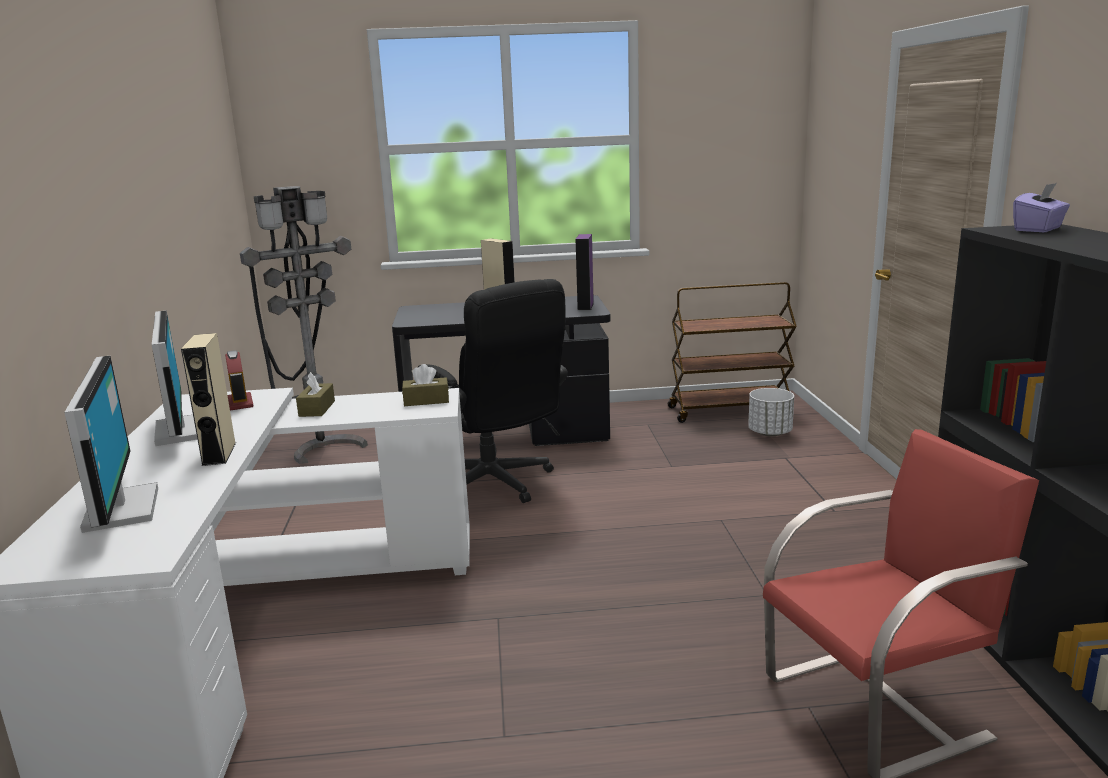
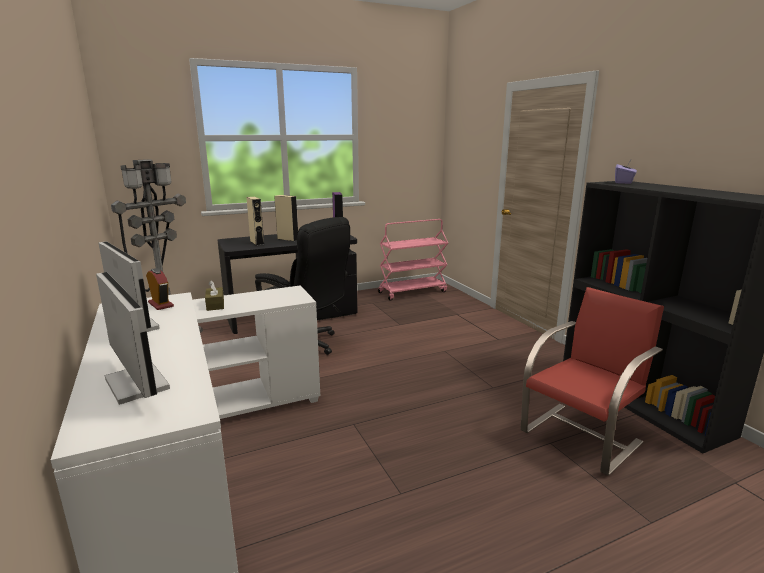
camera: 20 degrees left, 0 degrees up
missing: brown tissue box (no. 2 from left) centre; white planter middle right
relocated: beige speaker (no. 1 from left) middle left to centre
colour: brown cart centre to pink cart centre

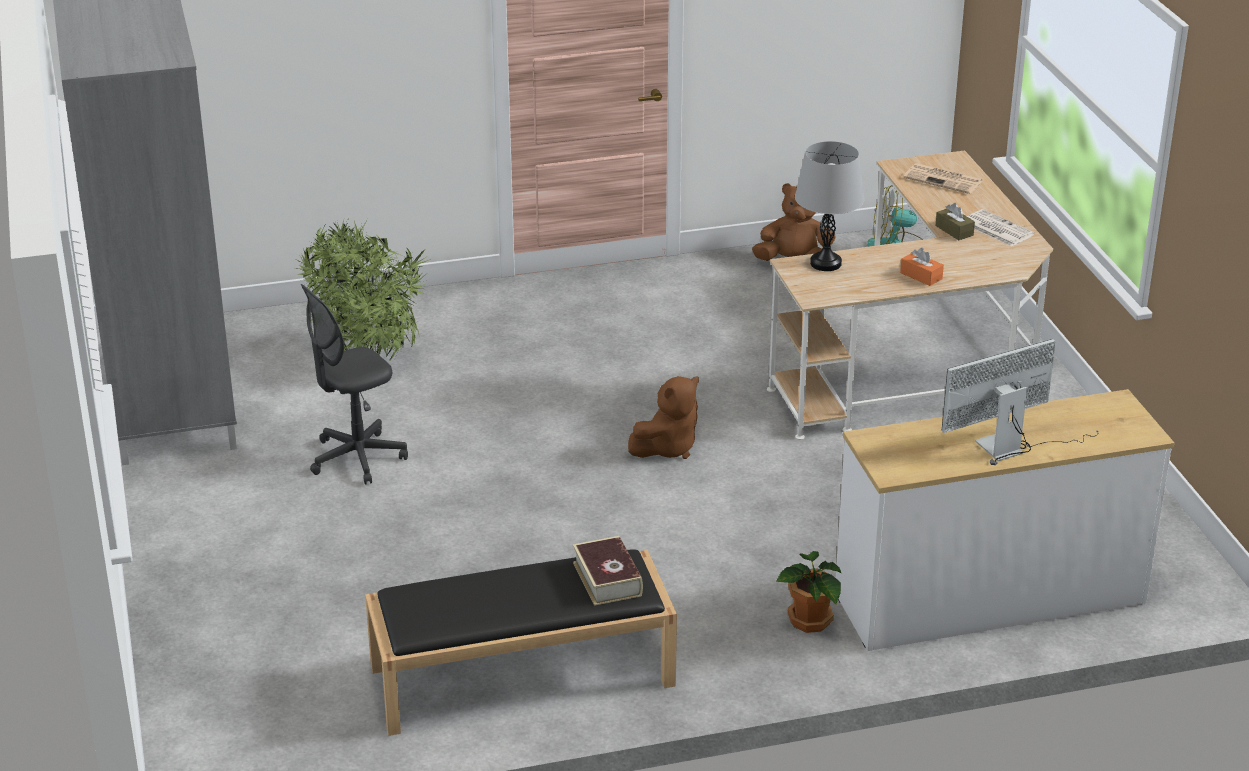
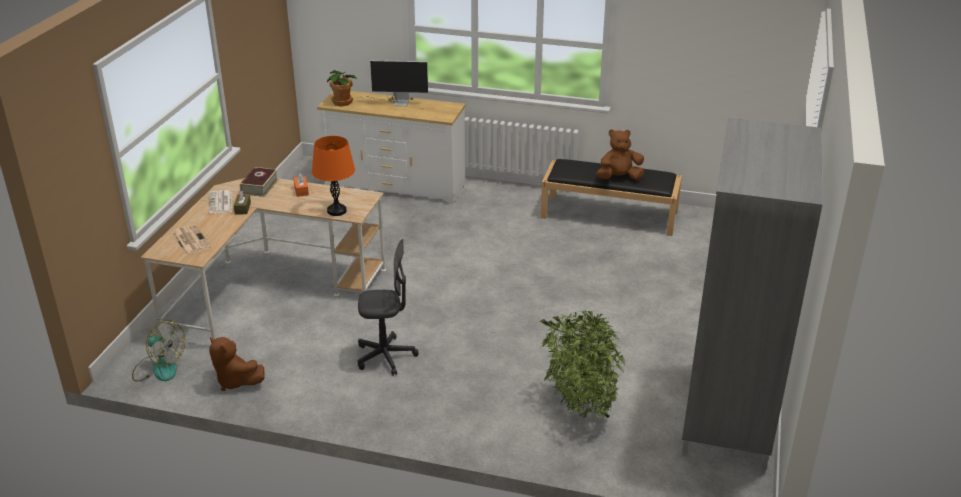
camera: 150 degrees left, 0 degrees up
relocated: grey office chair middle left to centre; brown plush toy (no. 1 from left in the first image) centre to brown plush toy (no. 2 from left) top centre; book bottom centre to middle left; potted plant (no. 2 from left in the first image) bottom centre to potted plant (no. 1 from left) top centre
colour: grey table lamp top centre to orange table lamp centre

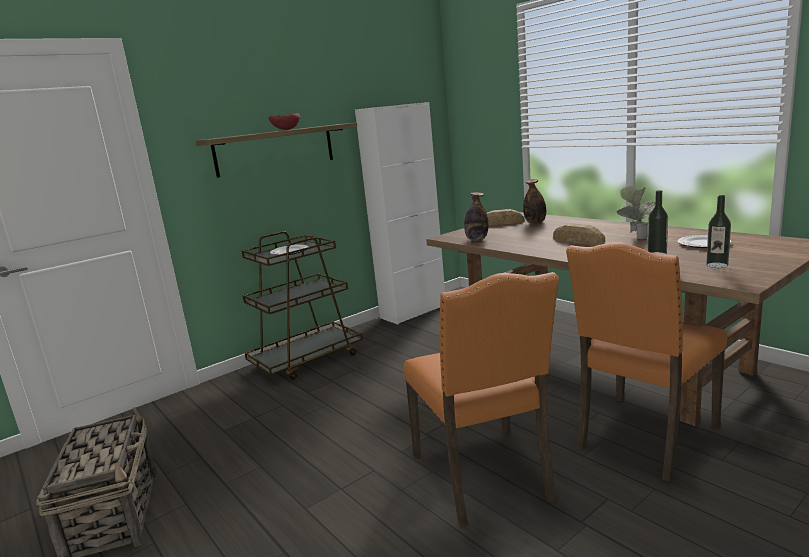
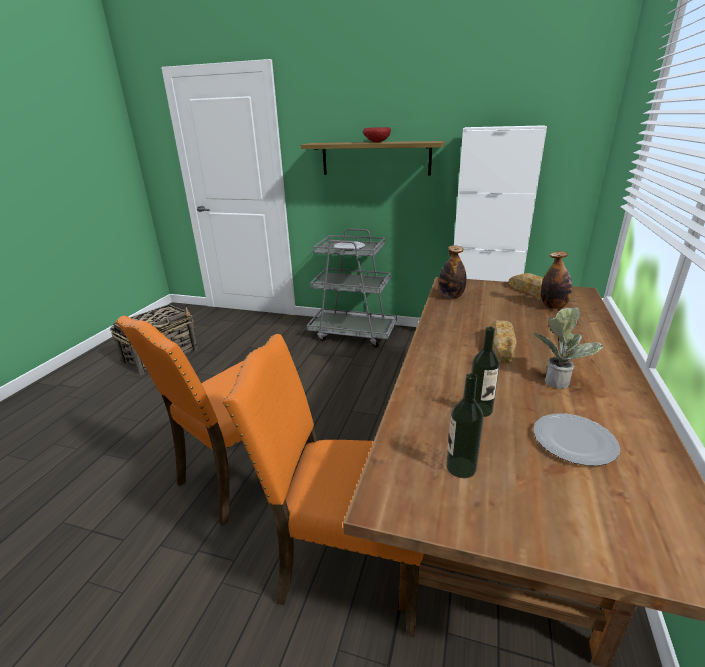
camera: 55 degrees right, 10 degrees up
colour: brown cart centre to grey cart centre

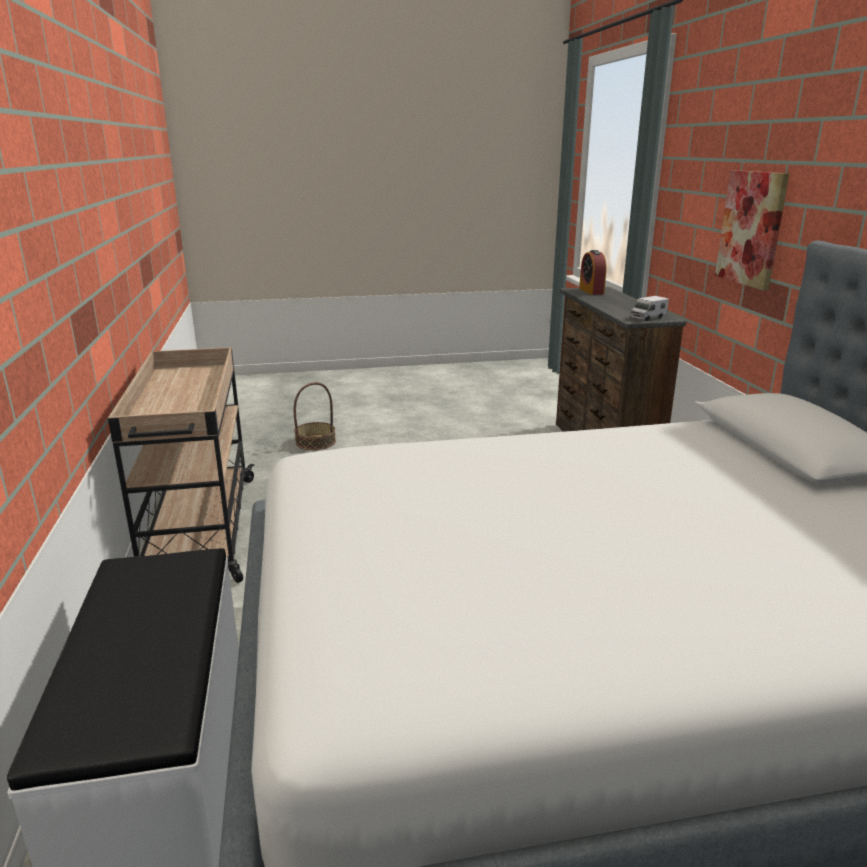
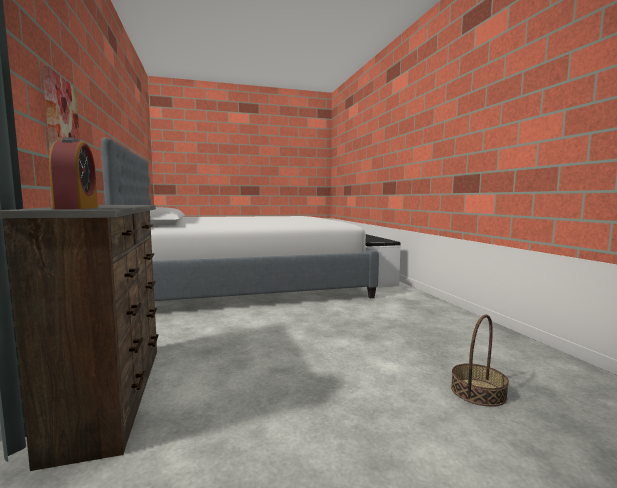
camera: 175 degrees right, 15 degrees down
missing: toy truck middle right; beige cart middle left

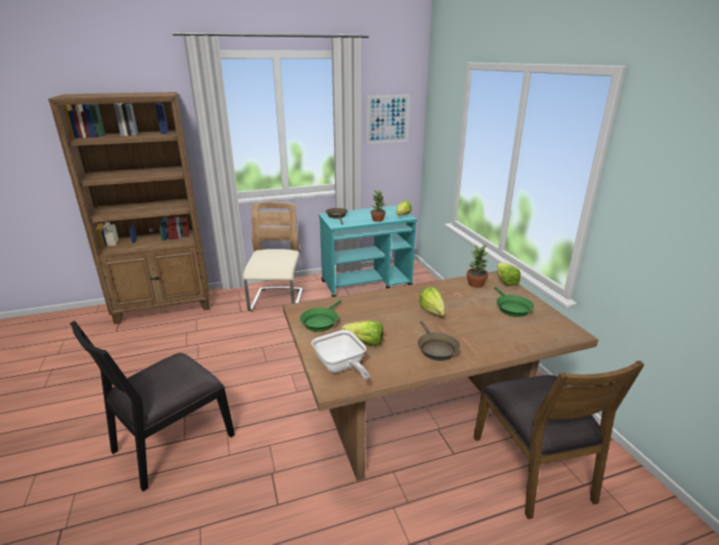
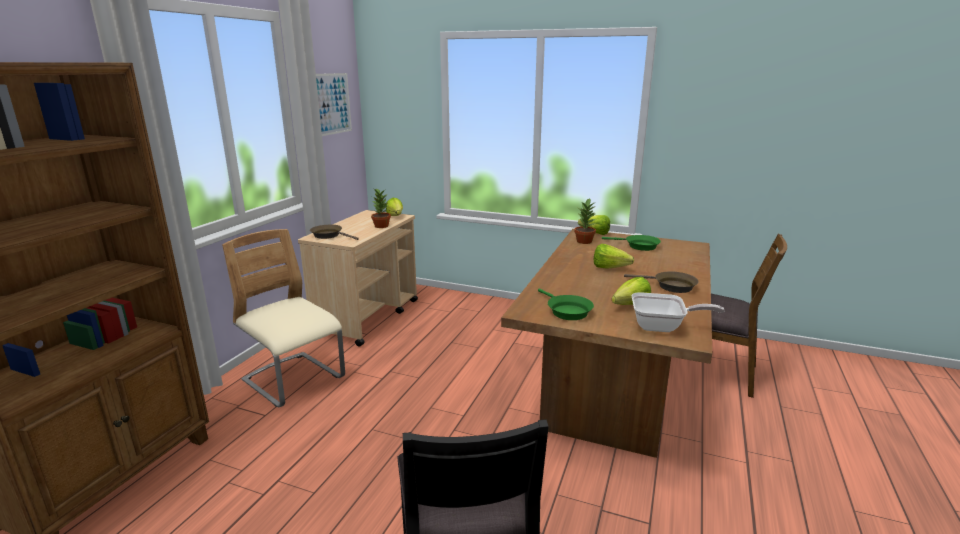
camera: 50 degrees left, 5 degrees down
colour: turquoise cart centre to beige cart centre

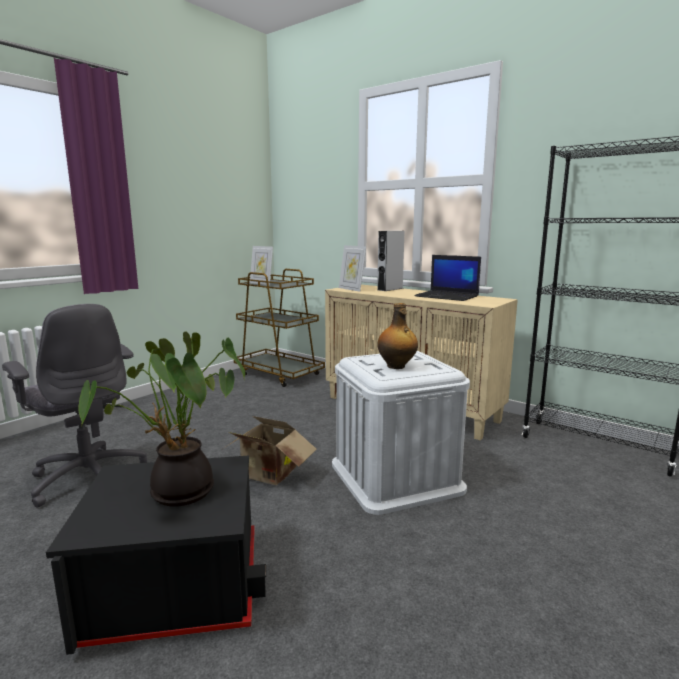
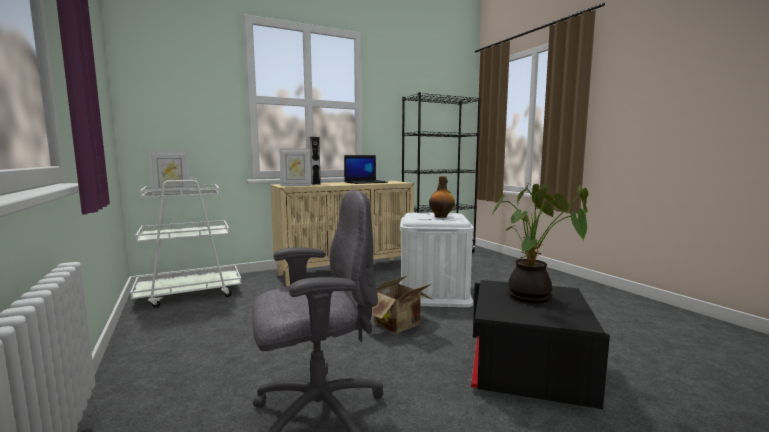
camera: 65 degrees left, 5 degrees down
colour: brown cart centre to white cart middle left

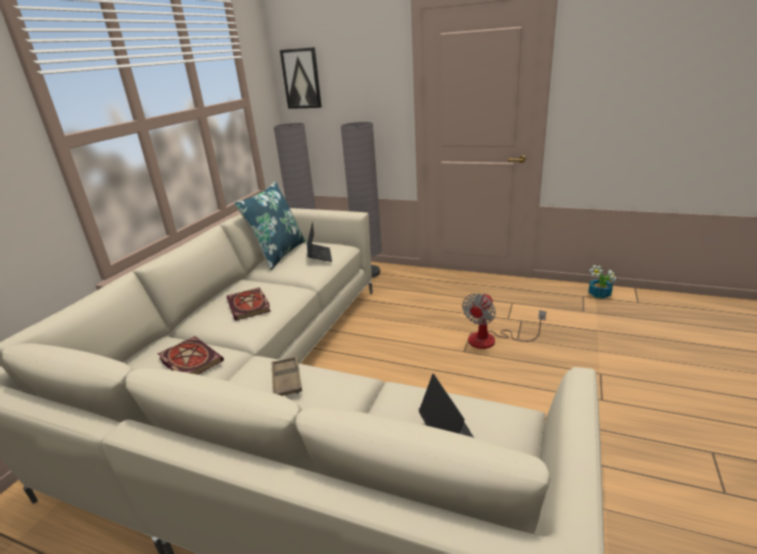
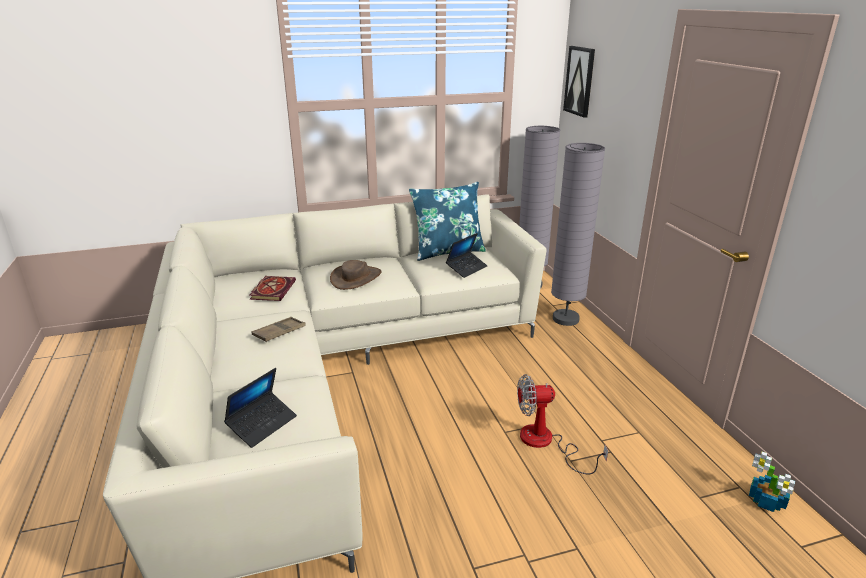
camera: 50 degrees right, 0 degrees up
exchanged: book (no. 2 from left) middle left to brown hat centre

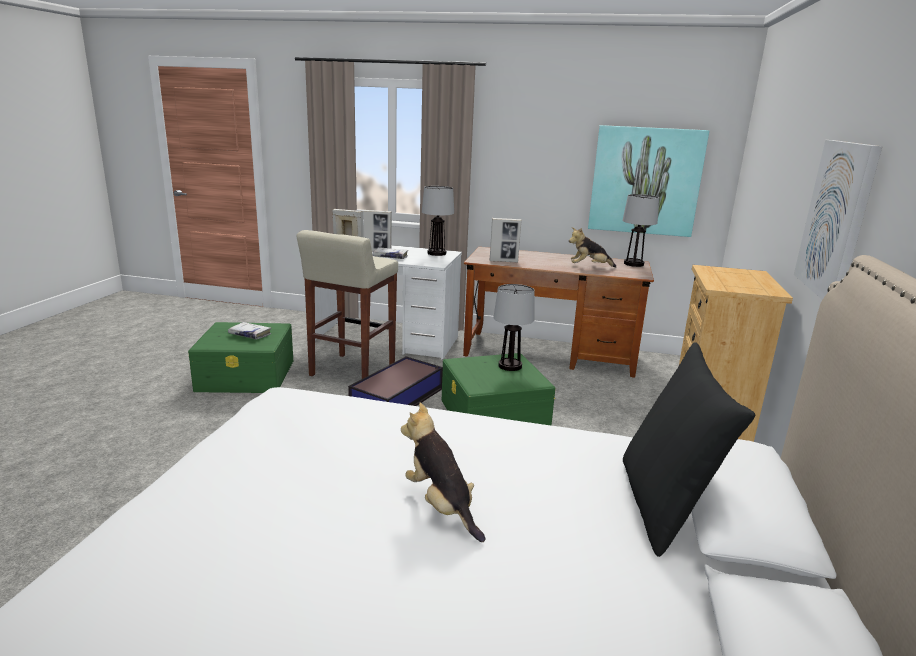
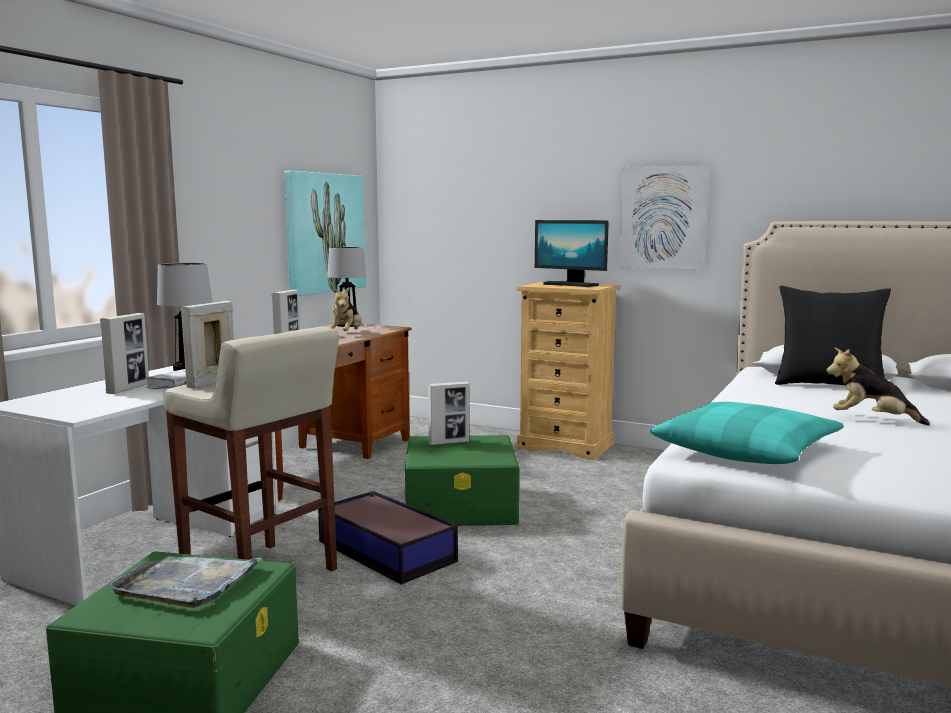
camera: 75 degrees left, 10 degrees down
appeared: monitor centre; turquoise pillow middle right
exchanged: table lamp (no. 2 from left) centre to picture frame (no. 4 from left) centre; white book (no. 1 from left) middle left to grey tray bottom left
spun: plush toy (no. 1 from left in the first image) bottom centre = middle right 45 degrees clockwise

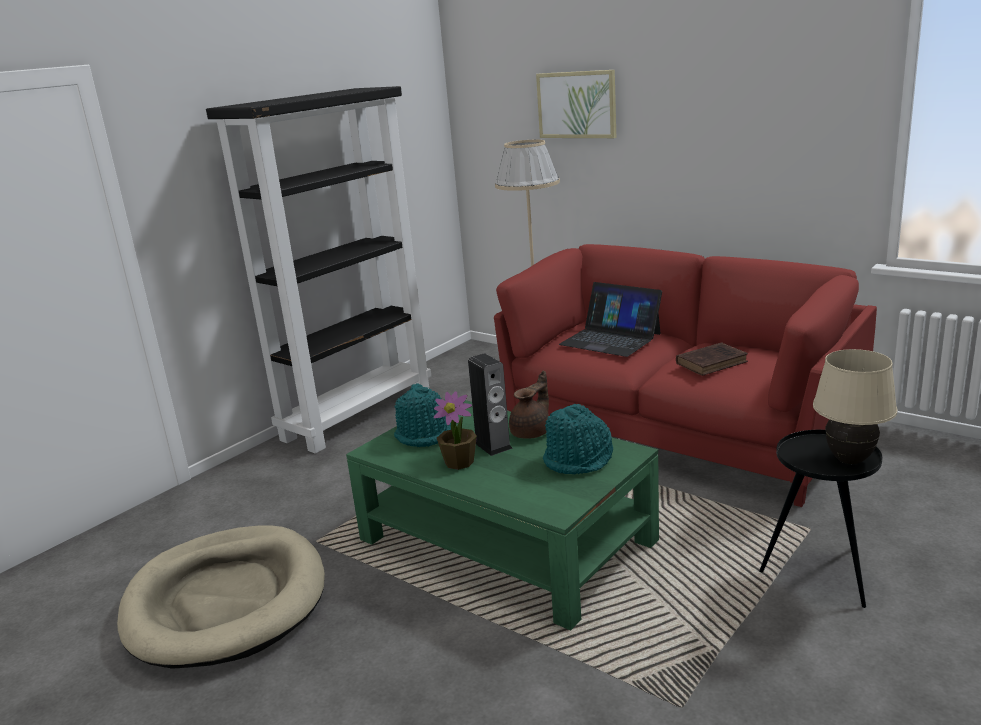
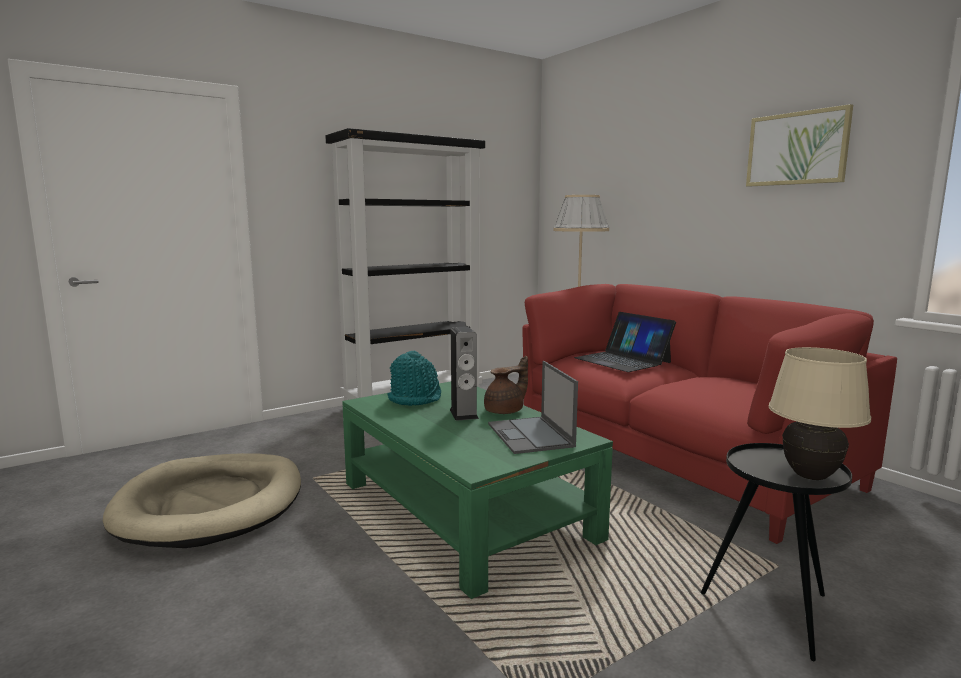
camera: 15 degrees right, 10 degrees down
missing: brown book middle right; potted plant centre
relocated: picture top centre to top right
exchanged: turquoise hat (no. 2 from left) centre to laptop (no. 1 from left) centre

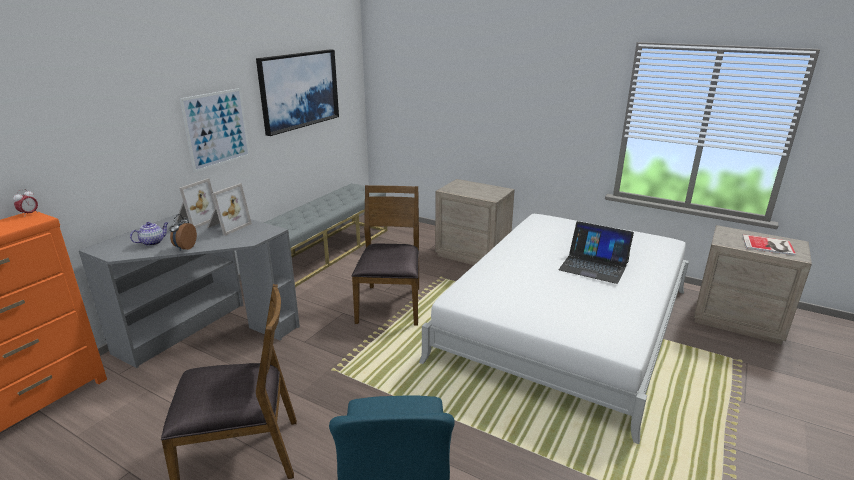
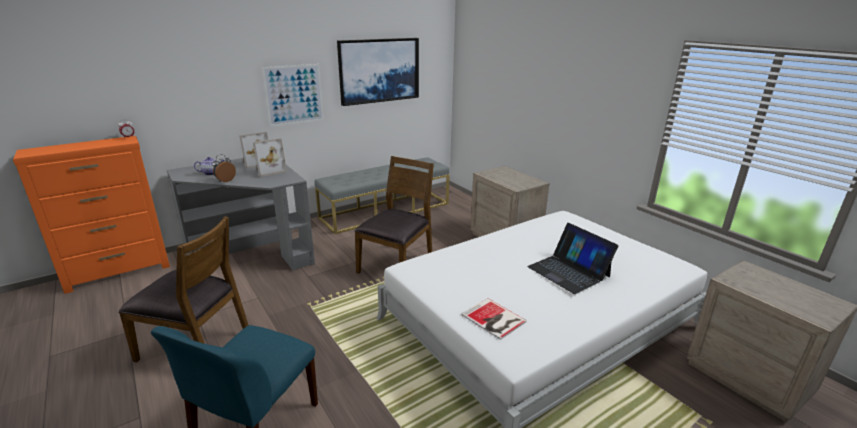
camera: 25 degrees right, 0 degrees up
relocated: book middle right to bottom centre

